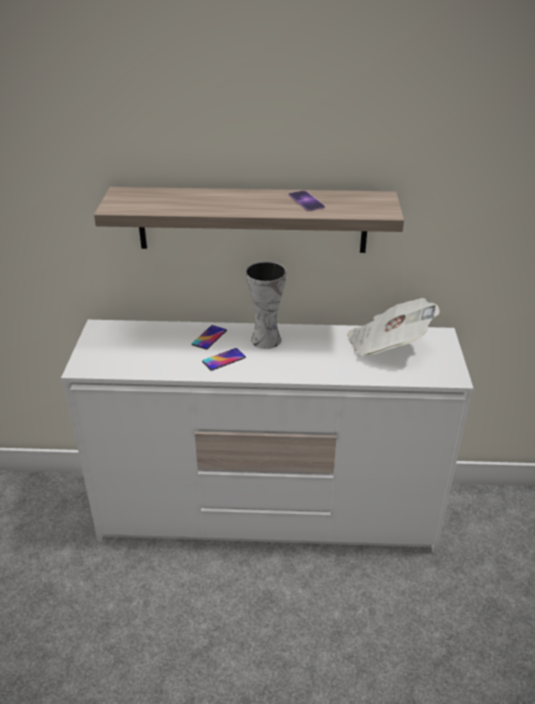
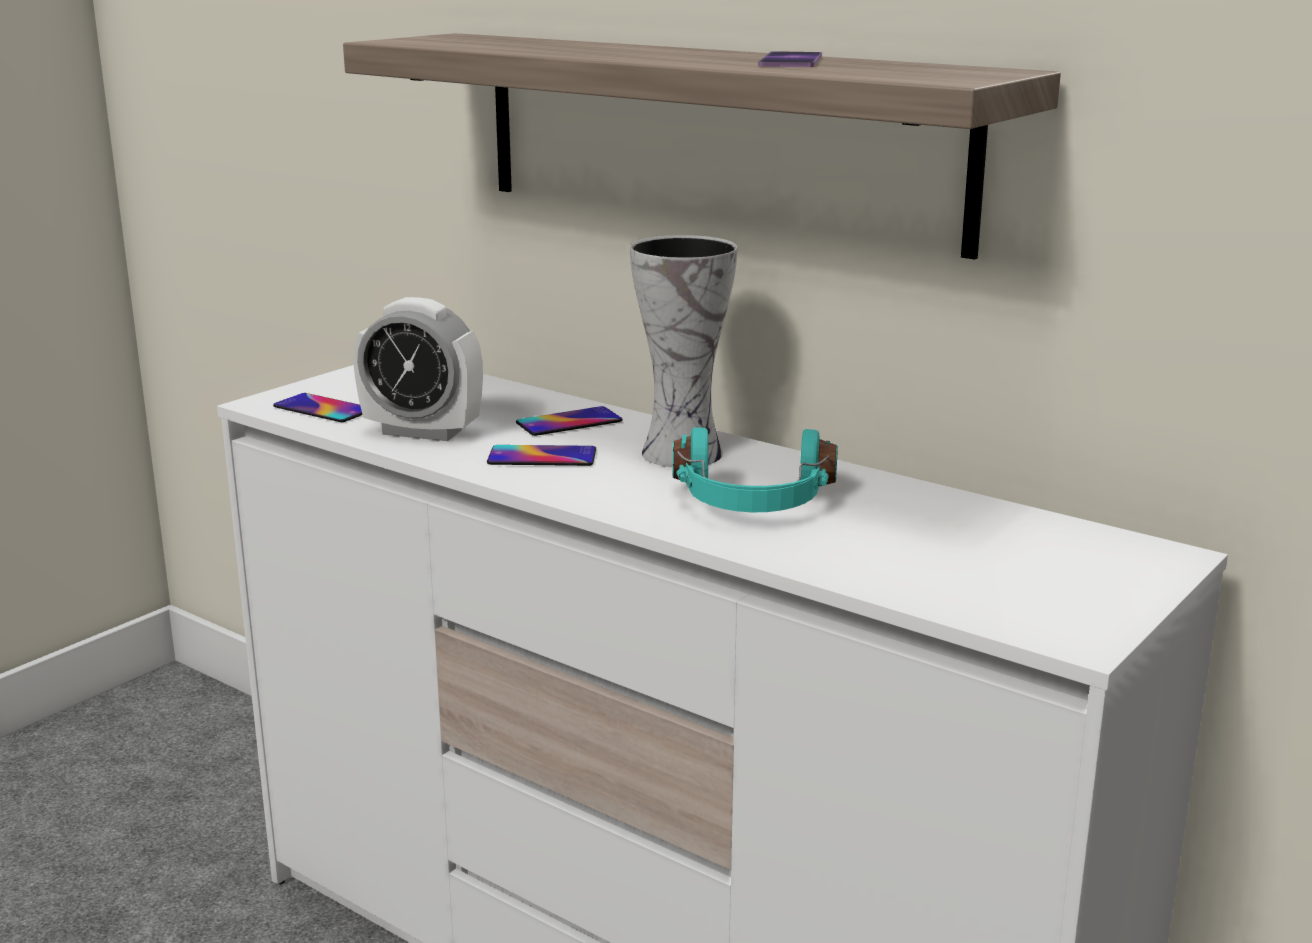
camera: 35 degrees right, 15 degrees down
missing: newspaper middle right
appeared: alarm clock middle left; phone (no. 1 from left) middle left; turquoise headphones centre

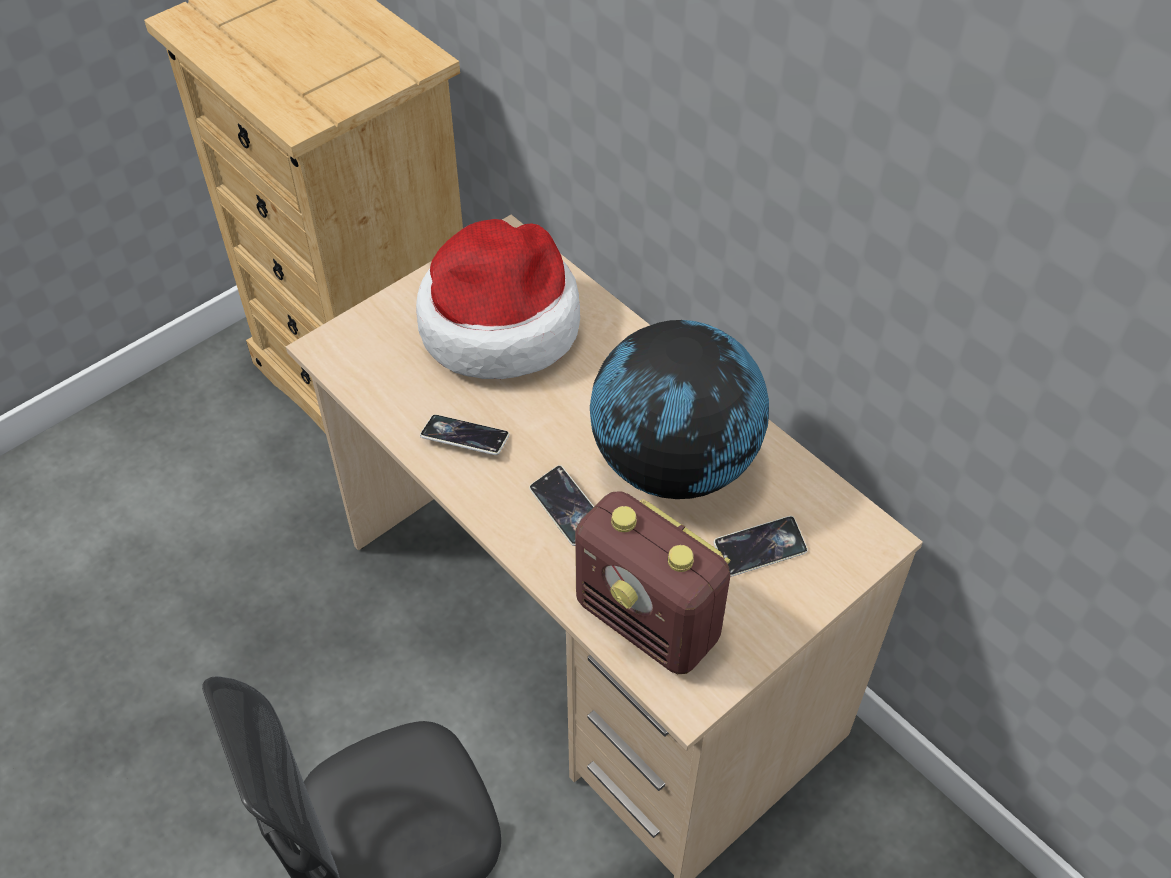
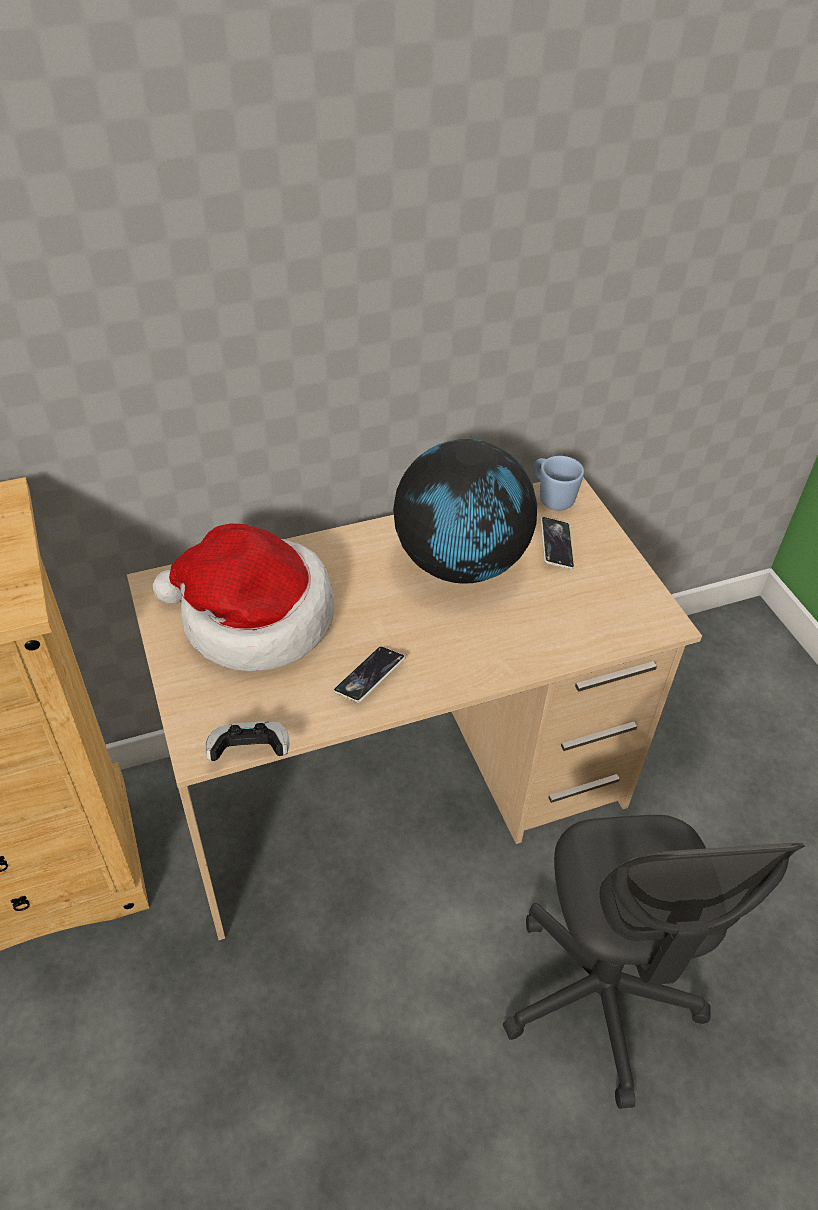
camera: 70 degrees left, 5 degrees down
missing: phone (no. 2 from left) centre; radio centre
appeared: blue mug middle right; game controller middle left

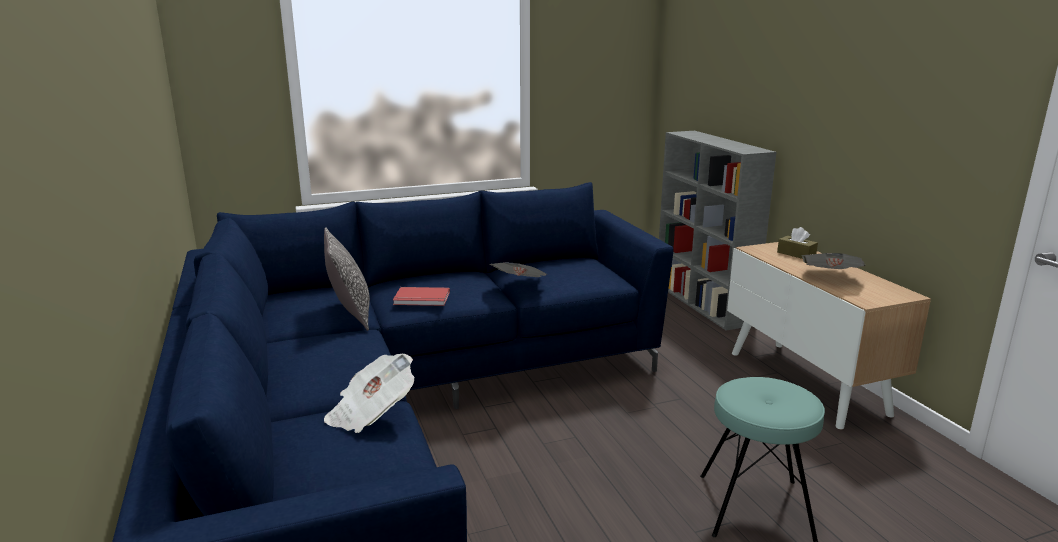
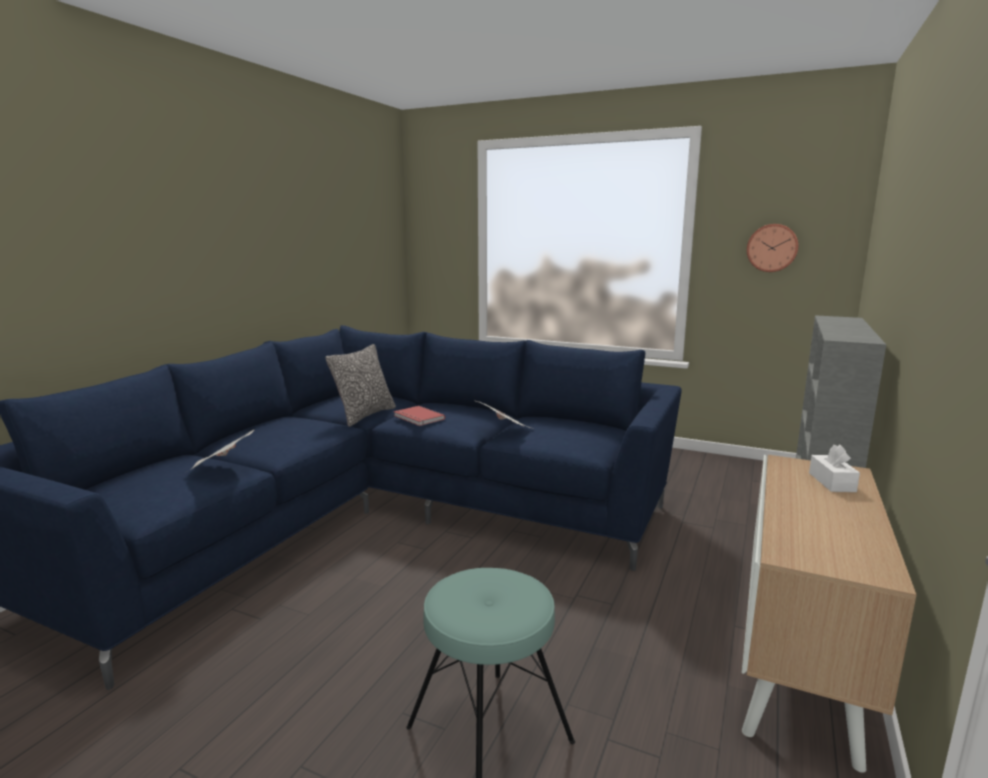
camera: 45 degrees right, 5 degrees down
missing: newspaper (no. 3 from left) middle right
appeared: wall clock top right
colour: brown tissue box middle right to white tissue box middle right

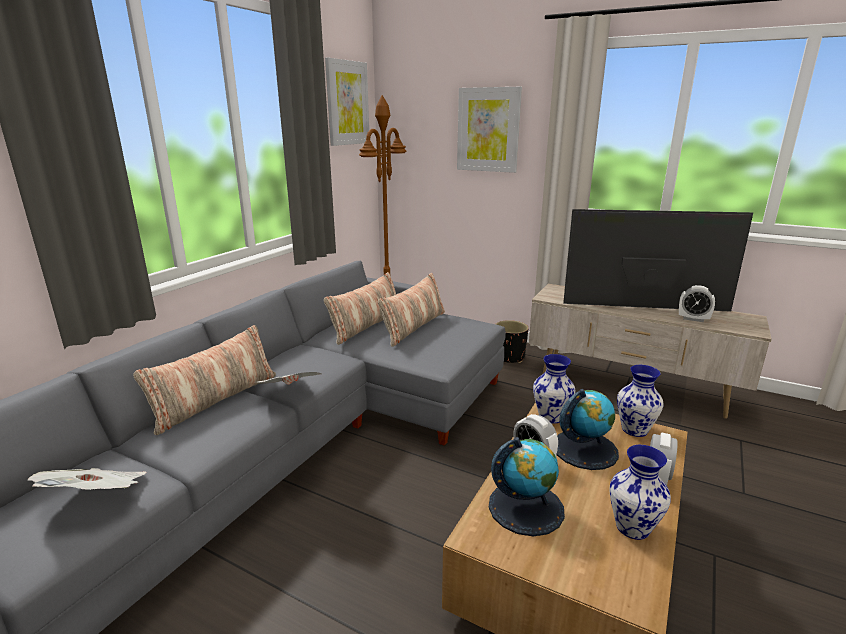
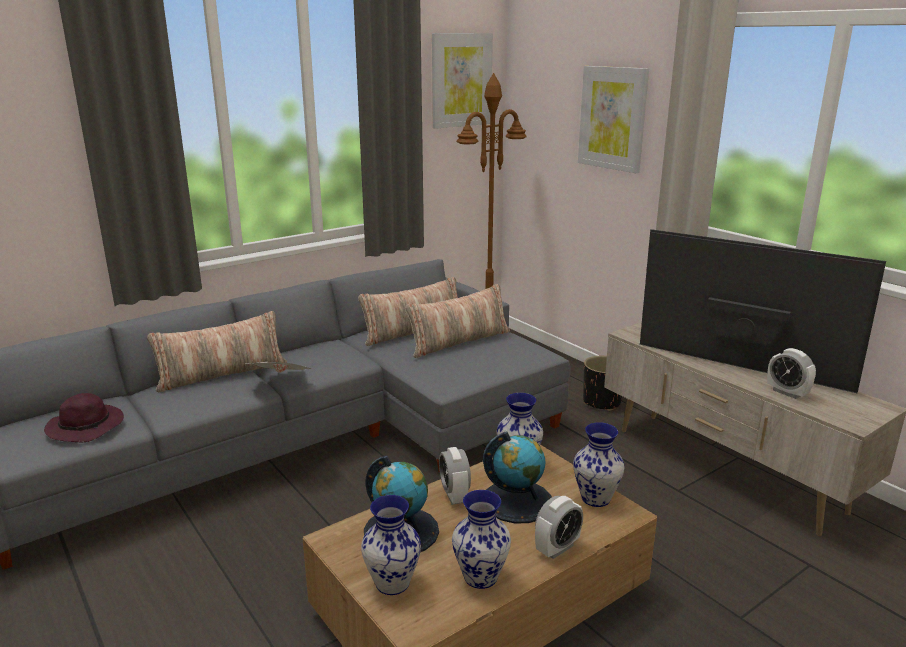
camera: 25 degrees right, 0 degrees up
appeared: vase (no. 1 from left) bottom centre
exchanged: newspaper (no. 1 from left) bottom left to purple hat middle left

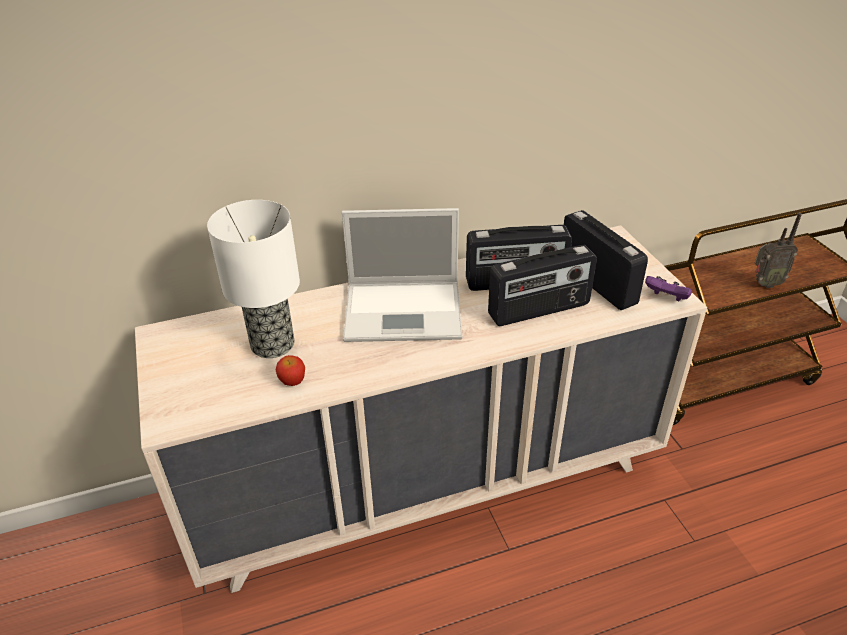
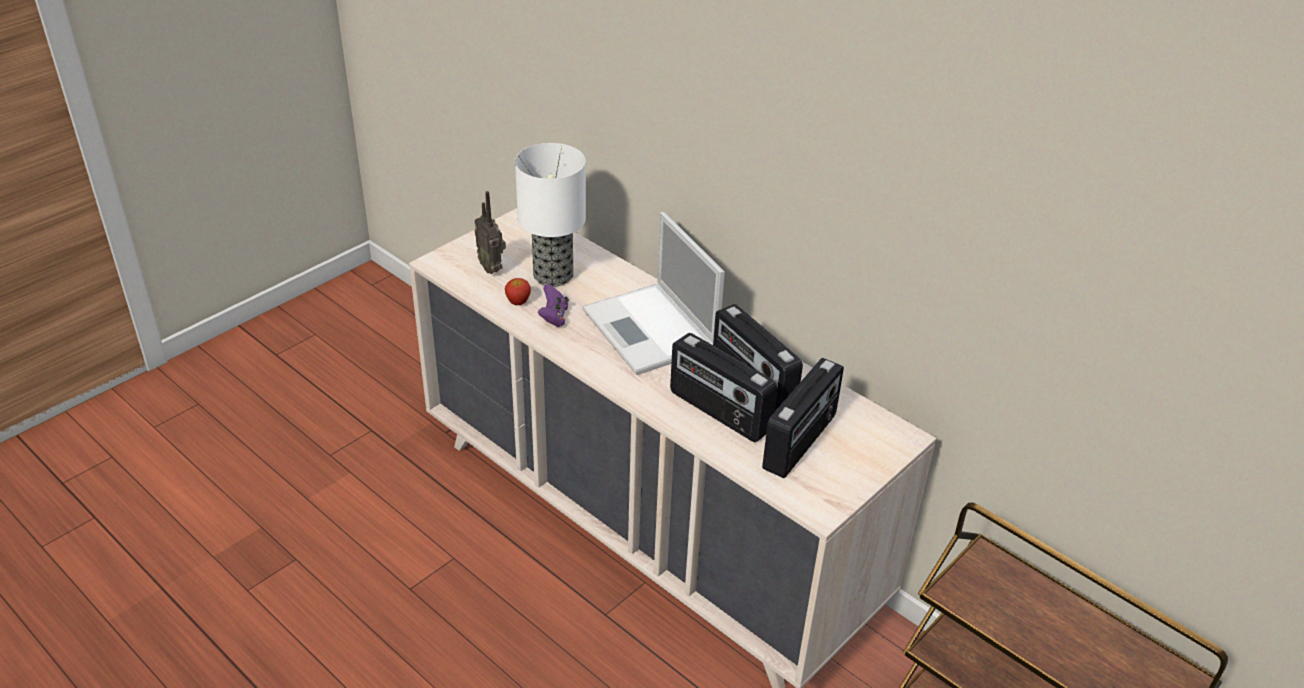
camera: 60 degrees right, 0 degrees up
relocated: radio (no. 4 from left in the first image) middle right to radio (no. 1 from left) centre; purple game controller middle right to centre

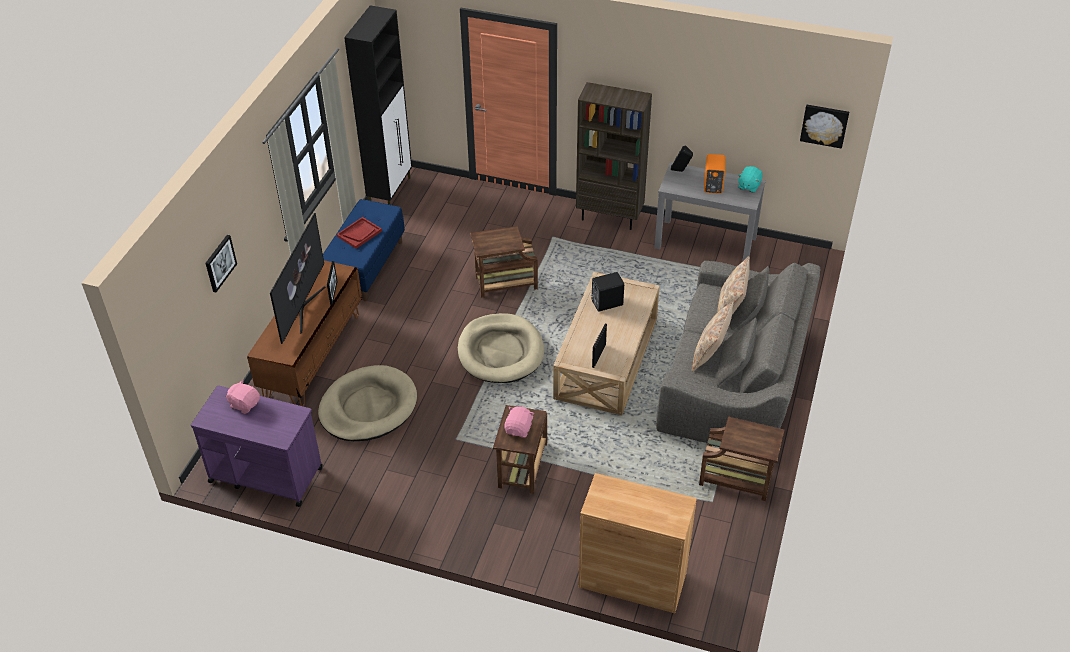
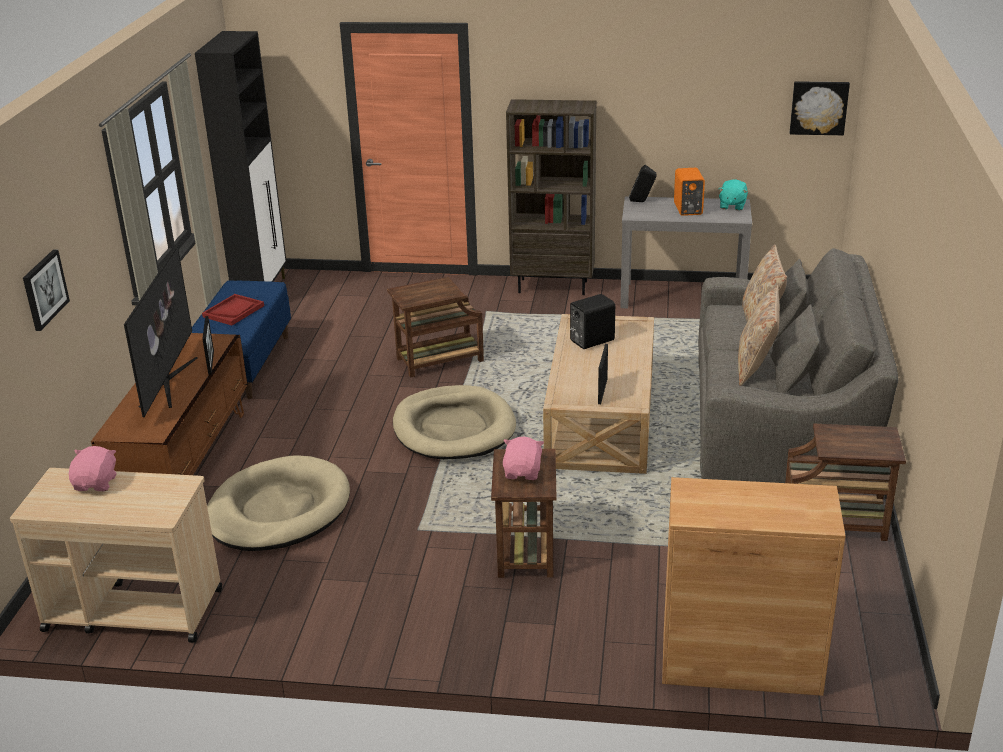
camera: 10 degrees left, 15 degrees down
colour: purple cart bottom left to beige cart bottom left
spun: pink plush toy (no. 1 from left) middle left = middle left 75 degrees clockwise

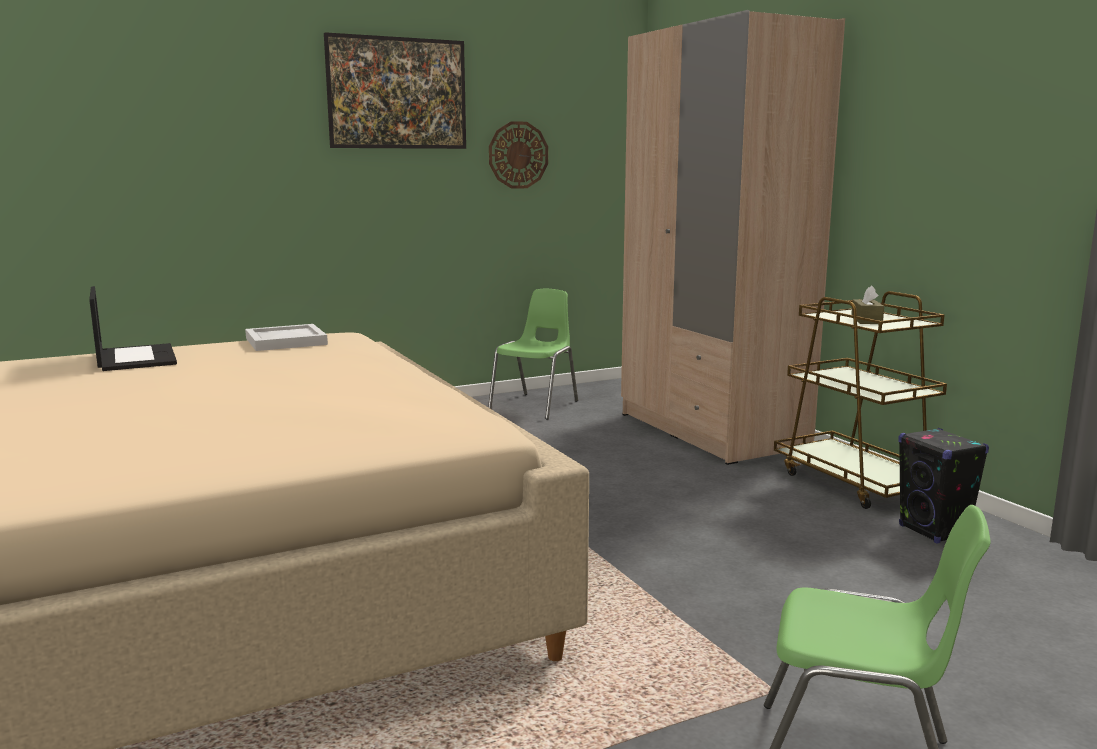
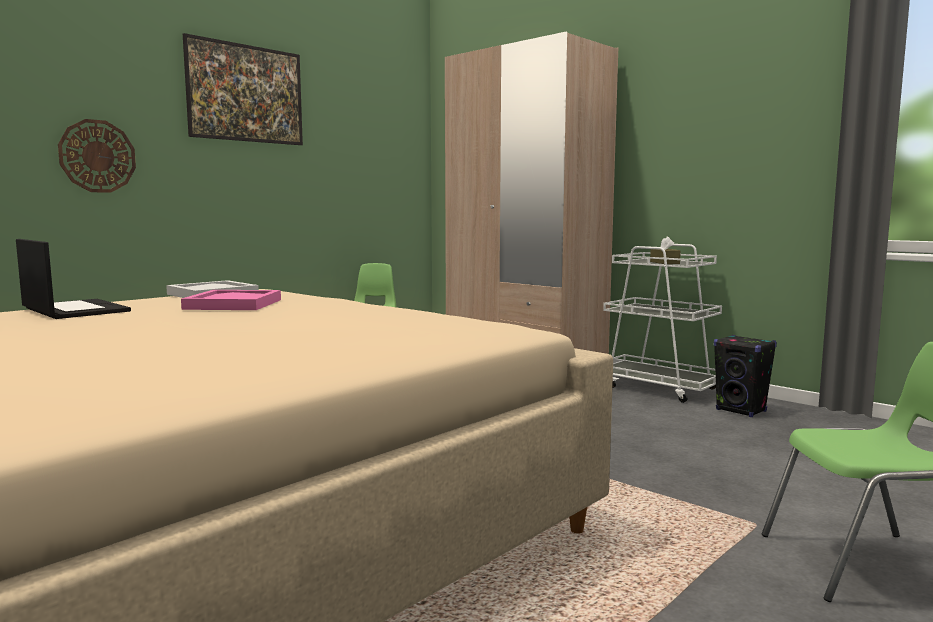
camera: 20 degrees left, 5 degrees down
appeared: pink tray middle left
relocated: wall clock top centre to top left
colour: brown cart middle right to white cart middle right

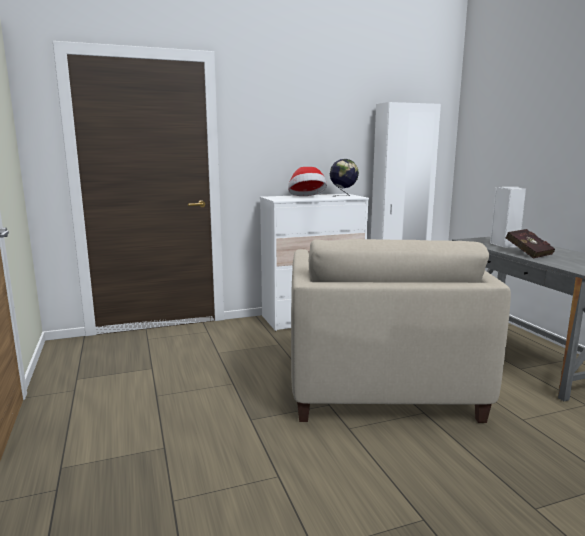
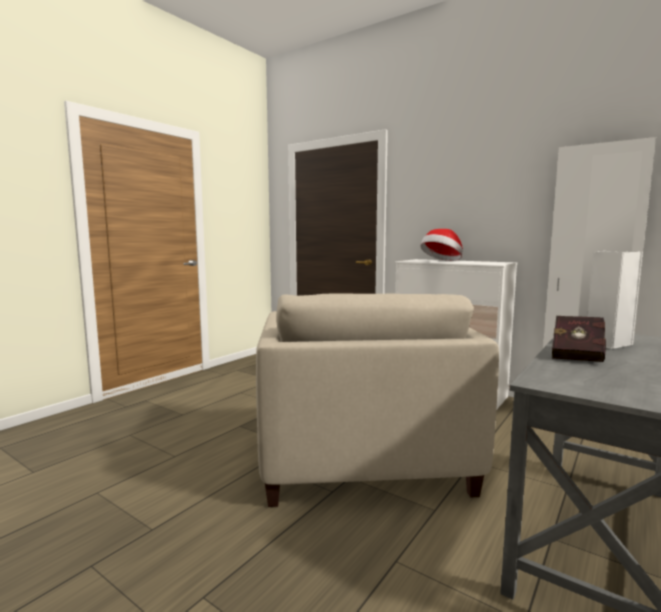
camera: 55 degrees right, 5 degrees down
missing: globe top centre
spun: beige armchair middle right = centre 60 degrees counterclockwise

